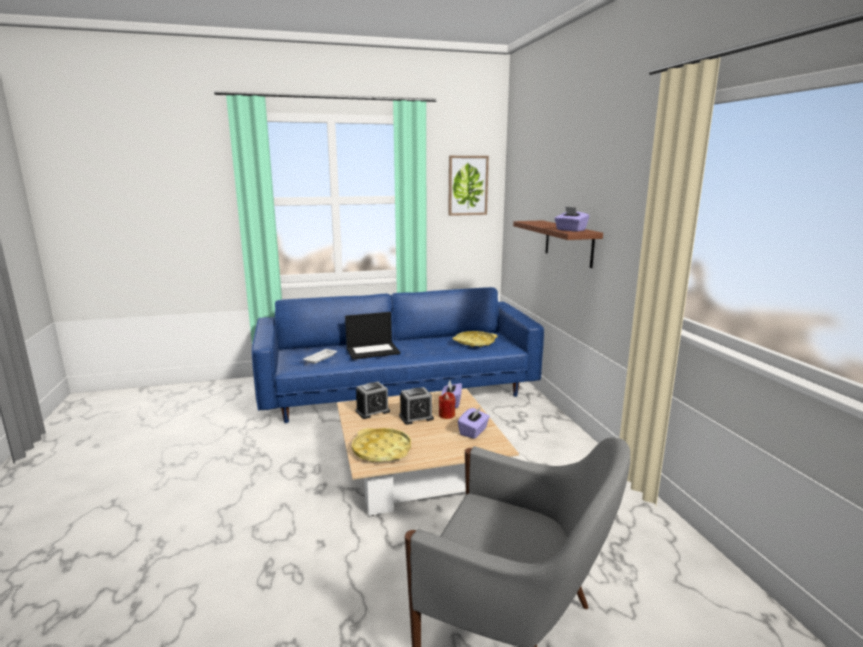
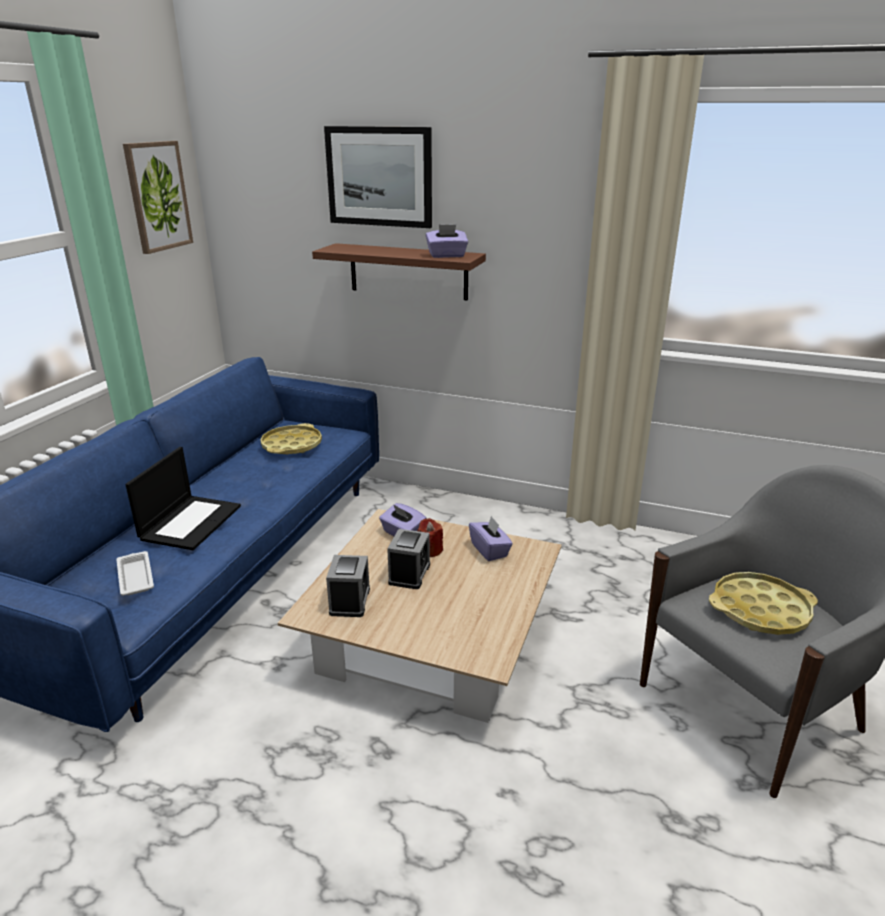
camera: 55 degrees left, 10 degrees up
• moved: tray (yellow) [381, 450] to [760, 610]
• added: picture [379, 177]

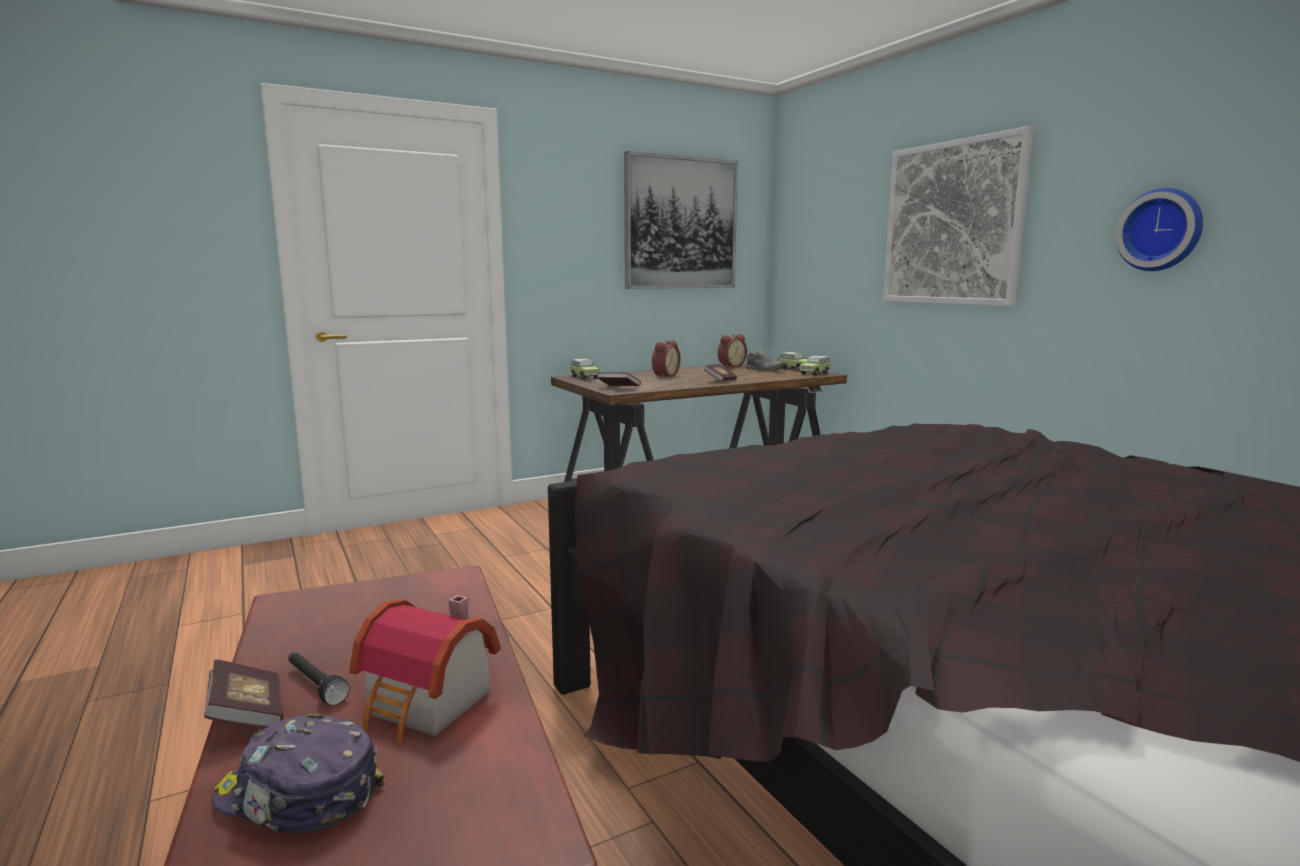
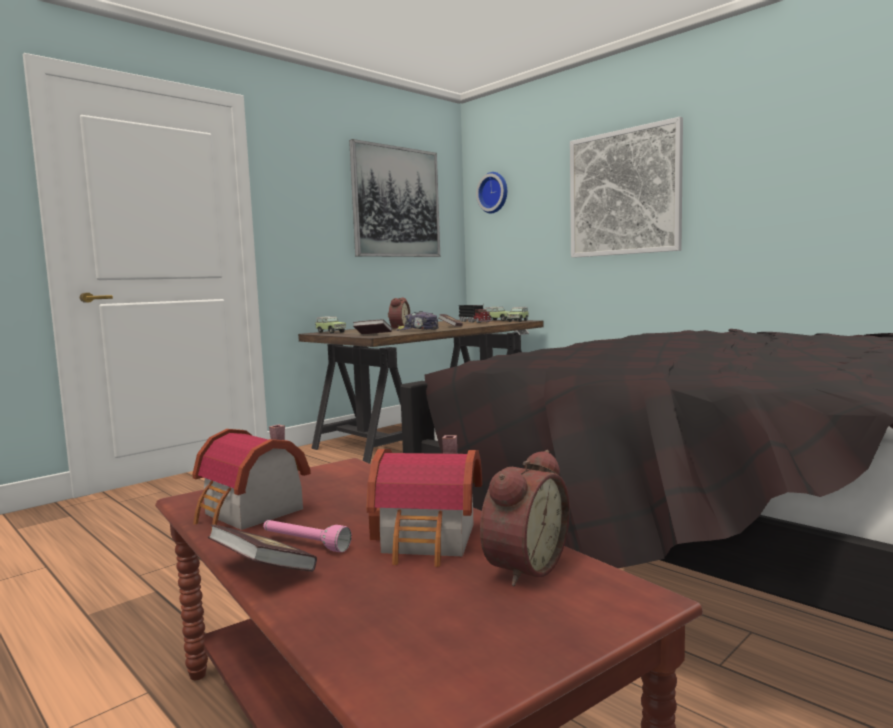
camera: 15 degrees left, 5 degrees down
• moved: hanging clock [1161, 230] to [494, 193]
• moved: bedside clock [730, 366] to [521, 567]
• replaced: low shoe (gray) [764, 370] to toy truck [475, 321]
• recoloured: torch (blackish) [315, 685] to torch (pinkish) [304, 544]
• moved: cap [298, 796] to [417, 330]
• added: toy house [250, 513]

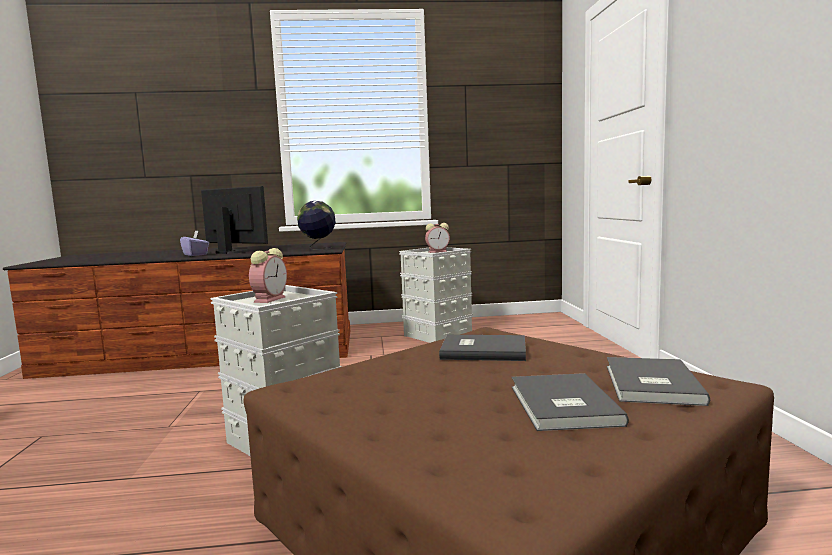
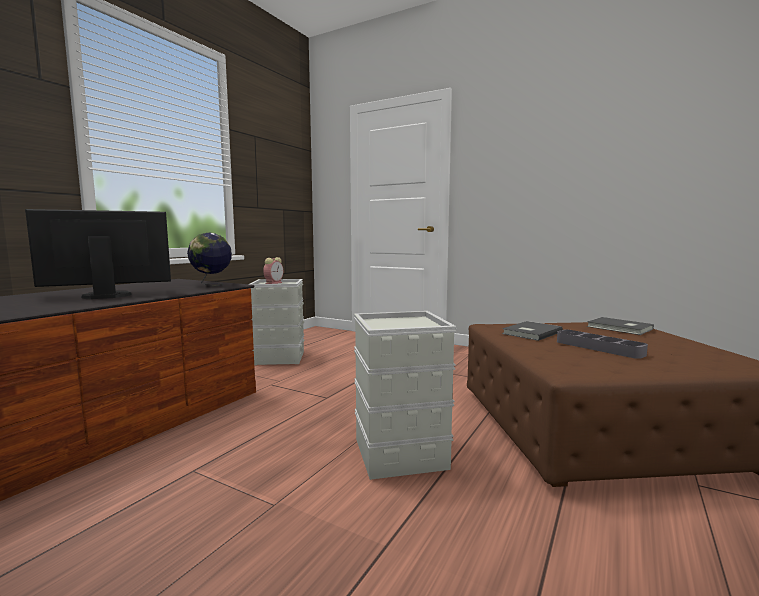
camera: 55 degrees left, 0 degrees up
• removed: tissue box (purple) [196, 254]
• removed: bedside clock [270, 299]
• removed: volume (gray) [561, 405]
• added: tray (gray) [598, 348]

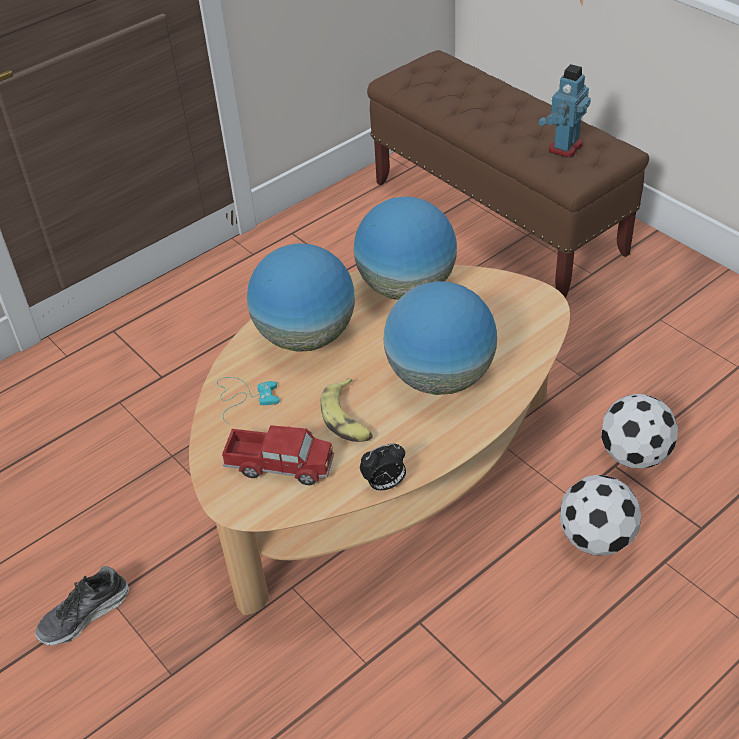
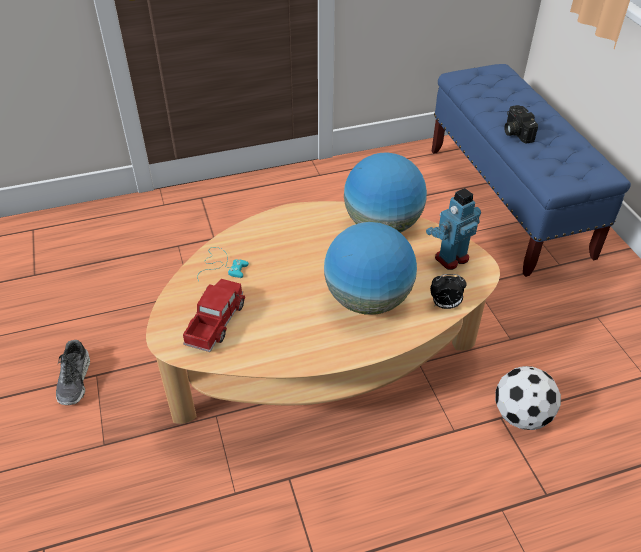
camera: 20 degrees right, 0 degrees up
• recoloured: bench (brown-coloured) [497, 218] to bench (blue-coloured) [507, 202]
• moved: toy robot [564, 147] to [451, 258]
• removed: world globe [305, 337]
• removed: banana fruit [348, 419]
• turned: toy truck [280, 464] = [216, 322] 105 degrees counterclockwise
• moved: bedside clock [384, 484] to [444, 305]
• removed: football ball [595, 539]
• turned: low shoe [85, 615] = [75, 380] 75 degrees counterclockwise
• added: photo camera [515, 132]

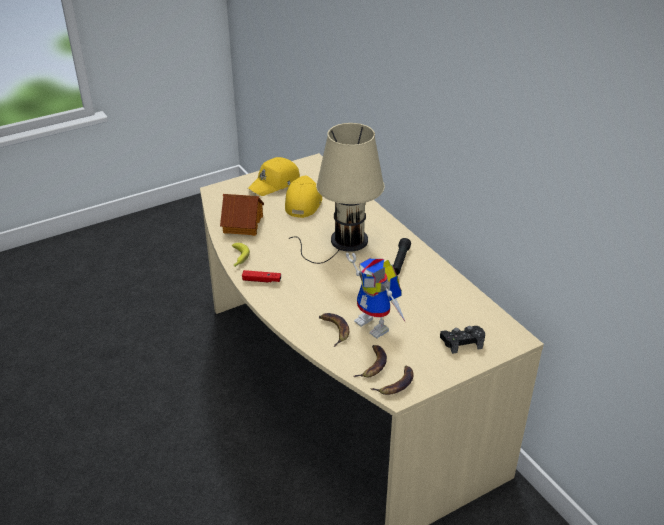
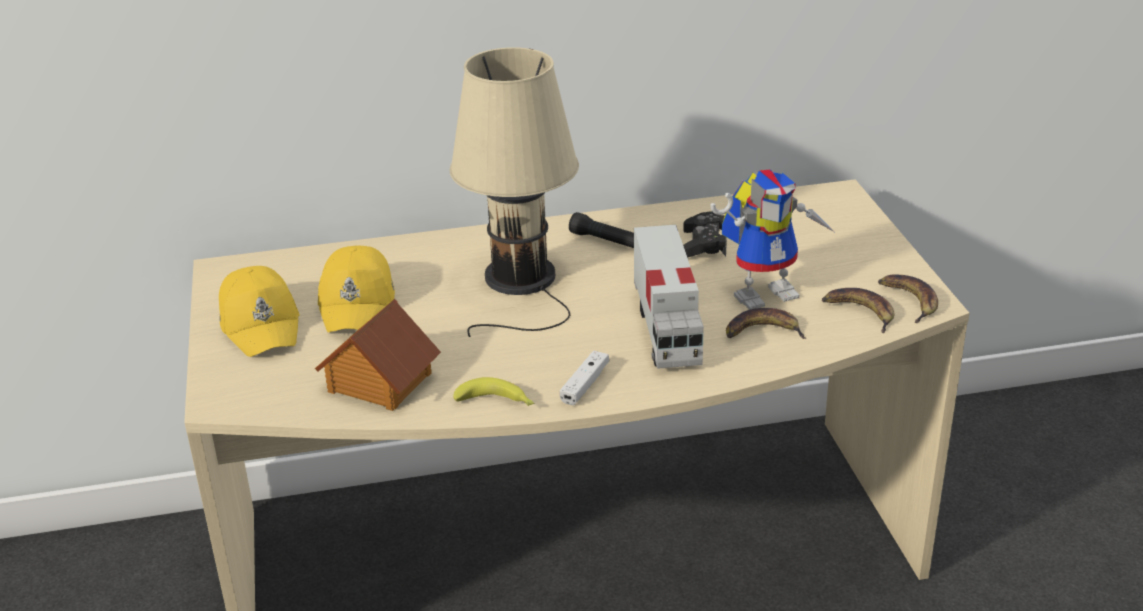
camera: 70 degrees left, 5 degrees down
• turned: cap (yellow) [303, 202] = [358, 303] 120 degrees counterclockwise
• recoloured: gamepad (red) [261, 280] to gamepad (white-coloured) [585, 385]
• moved: gamepad (blackish) [462, 342] to [704, 244]
• added: toy truck [666, 328]

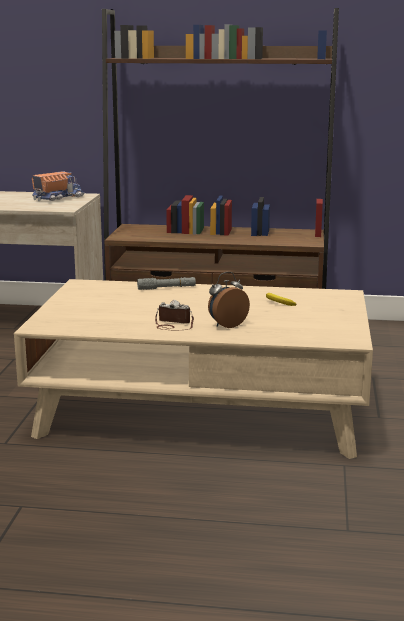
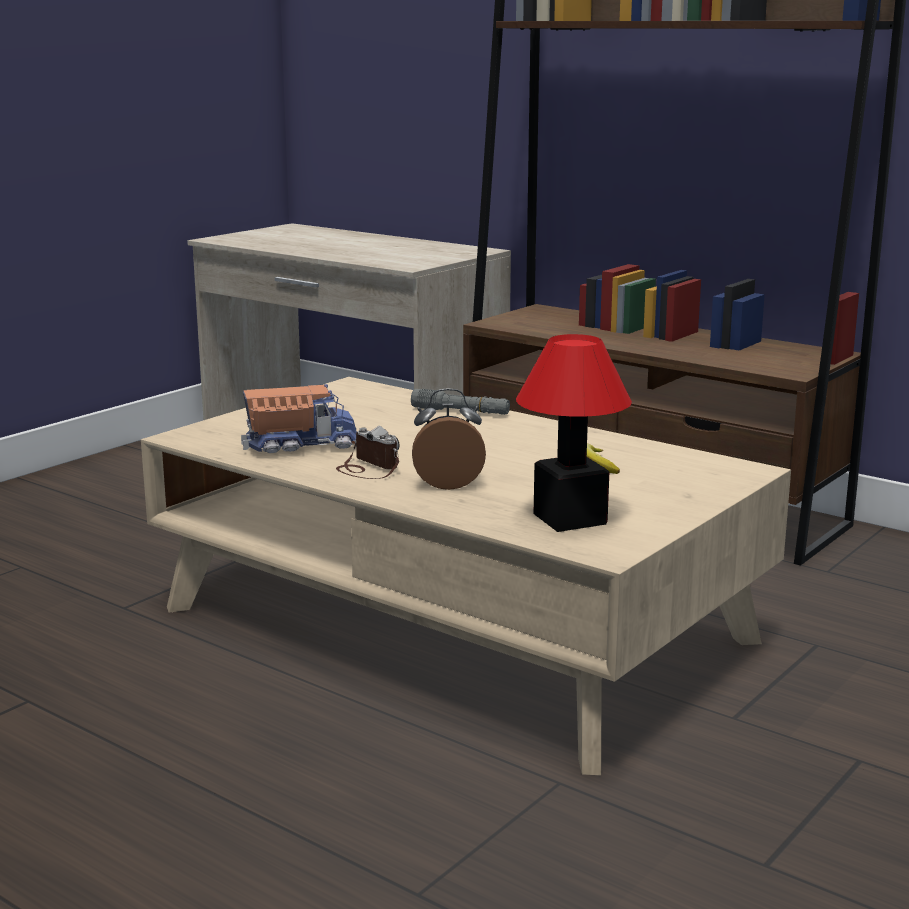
camera: 30 degrees right, 0 degrees up
• moved: toy truck [57, 198] to [301, 445]
• added: lamp for a table [571, 518]

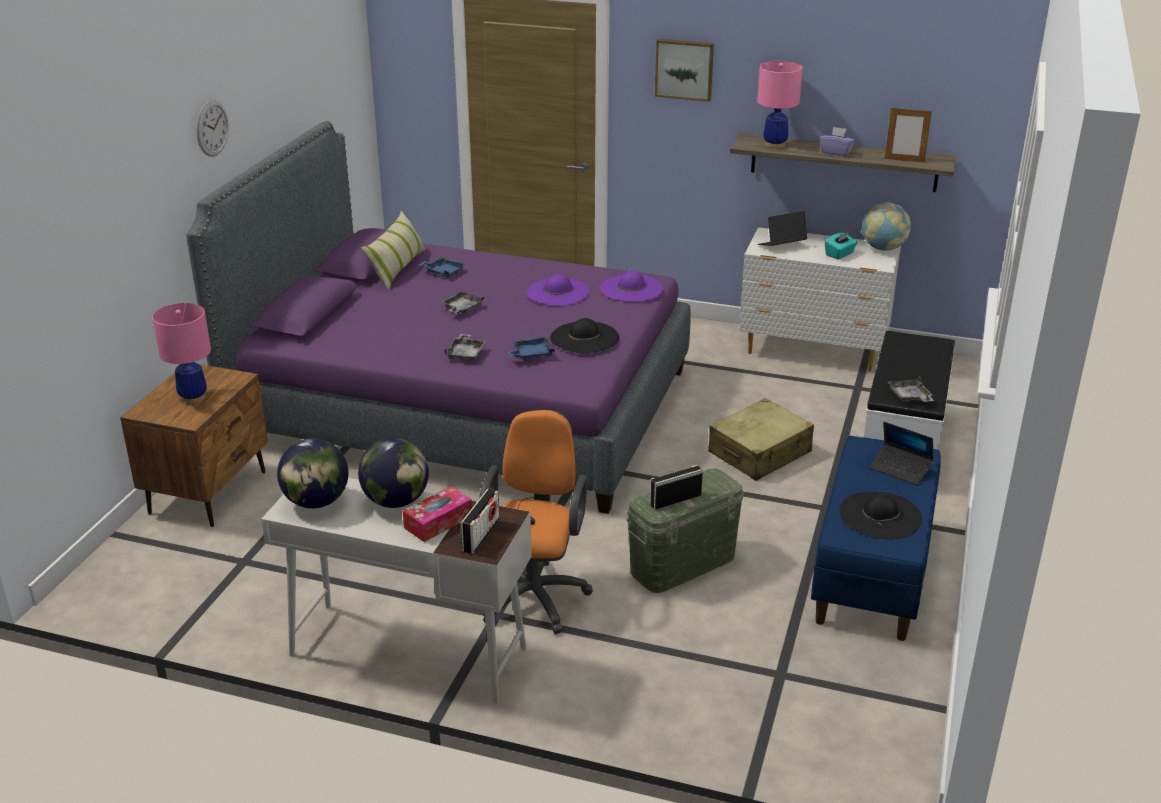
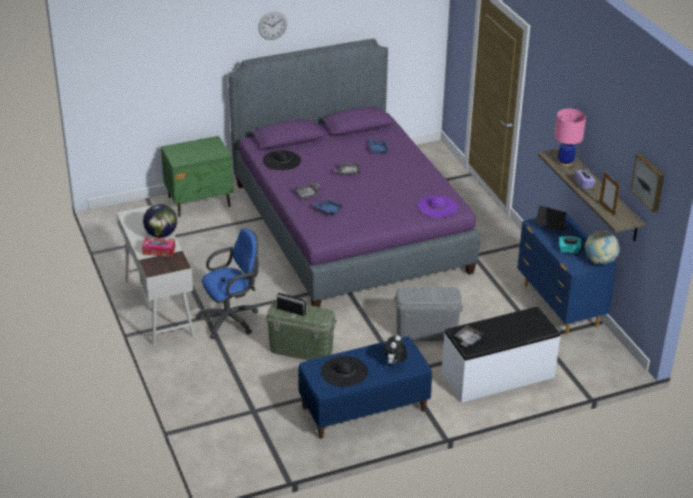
camera: 50 degrees right, 5 degrees up
• moved: picture [684, 69] to [649, 182]
• removed: pillow [397, 268]
• recoloured: drawer chest (white-coloured) [813, 352] to drawer chest (blue-coloured) [560, 307]
• removed: clothing hat (purple) [558, 292]
• removed: lamp for a table (pinkish) [193, 397]
• moved: clothing hat (blackish) [584, 337] to [281, 160]
• recoloured: bedside table (brown-coloured) [209, 492] to bedside table (greenish) [199, 202]
• replaced: piece of luggage (beige-coloured) [760, 453] to storage bin (gray) [426, 332]
• recoloured: office chair (orange) [535, 593] to office chair (blue-coloured) [232, 320]
• replaced: notebook computer [900, 469] to soft toy [394, 363]
• removed: world globe [316, 502]
• removed: radio set [481, 535]

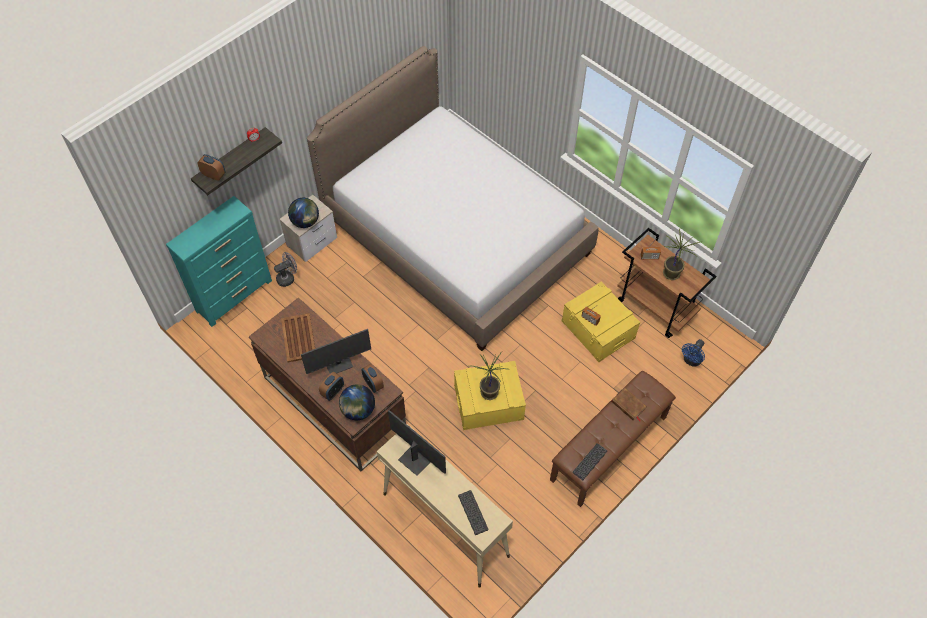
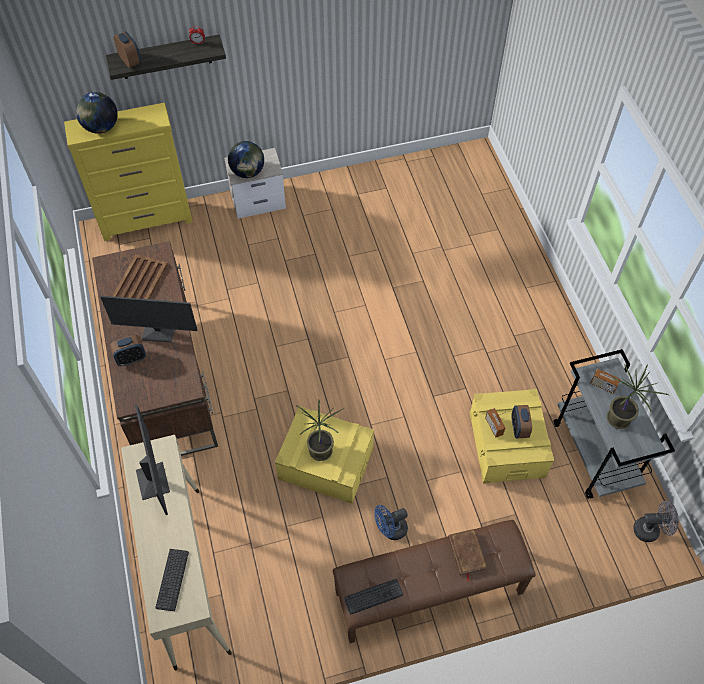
camera: 30 degrees right, 0 degrees up
• removed: bedroom bed [456, 236]
• recoloured: drawer chest (blue-green) [235, 295] to drawer chest (yellow) [147, 220]
• recoloured: trolley (brown-coloured) [656, 307] to trolley (gray) [595, 454]
• moved: fan (gray) [288, 278] to [650, 530]
• moved: fan (blue-coloured) [691, 361] to [390, 530]
• moved: bedside clock [373, 384] to [519, 428]
• moved: world globe [358, 410] to [101, 127]

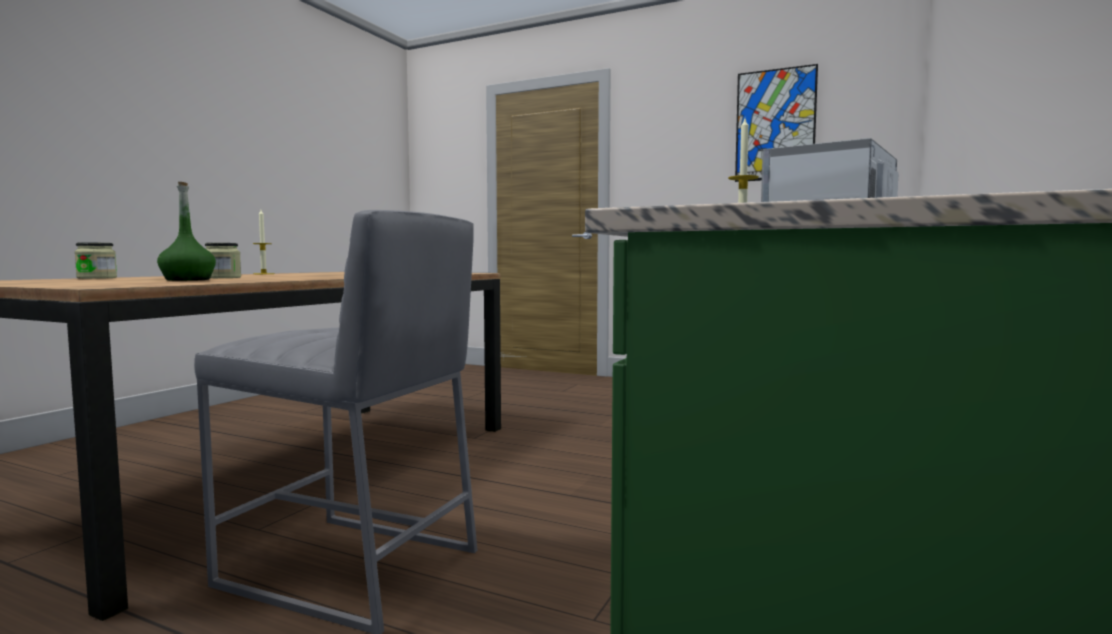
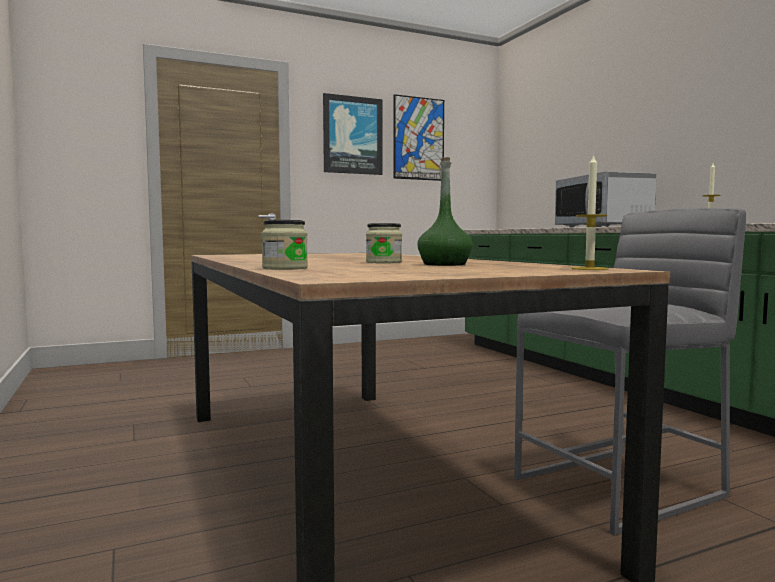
camera: 50 degrees left, 0 degrees up
• moved: candle [263, 274] to [589, 269]
• added: picture [352, 135]

